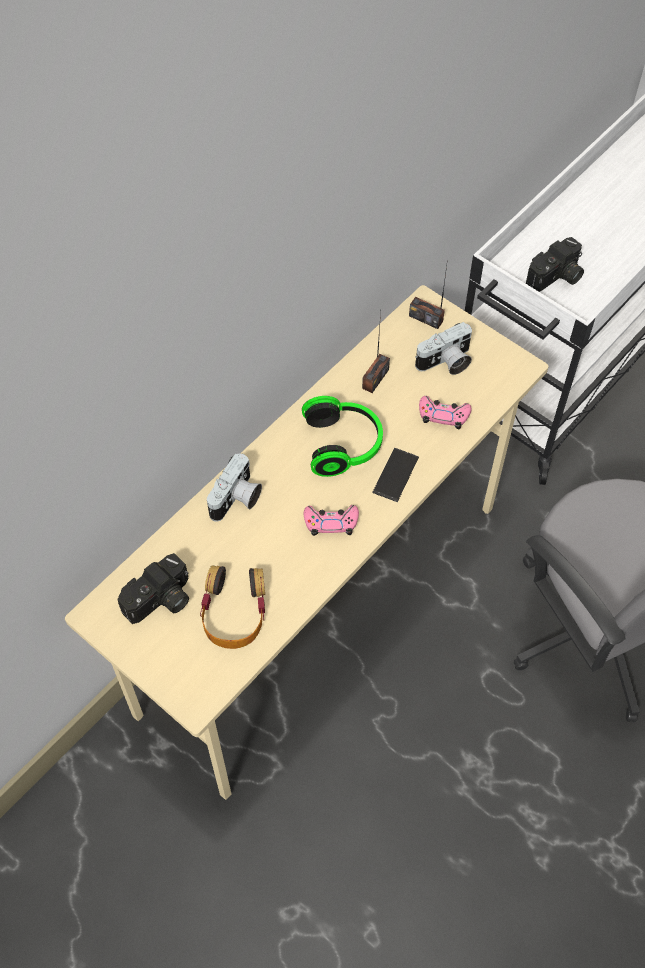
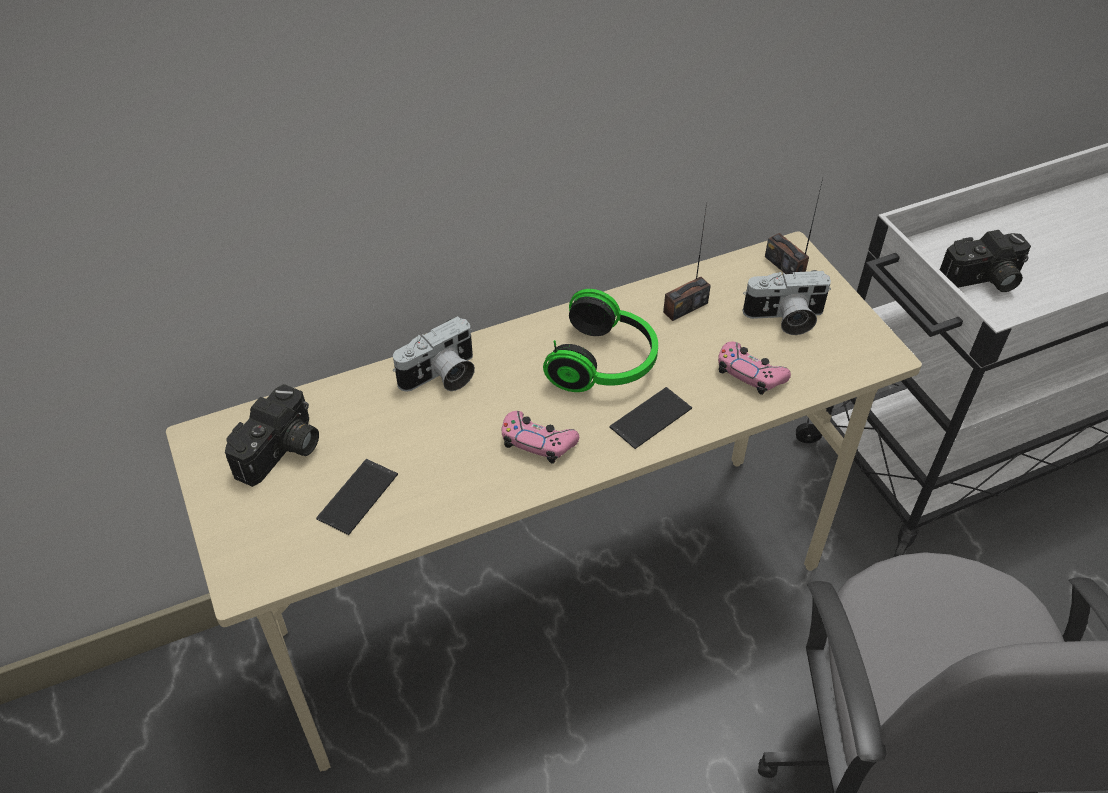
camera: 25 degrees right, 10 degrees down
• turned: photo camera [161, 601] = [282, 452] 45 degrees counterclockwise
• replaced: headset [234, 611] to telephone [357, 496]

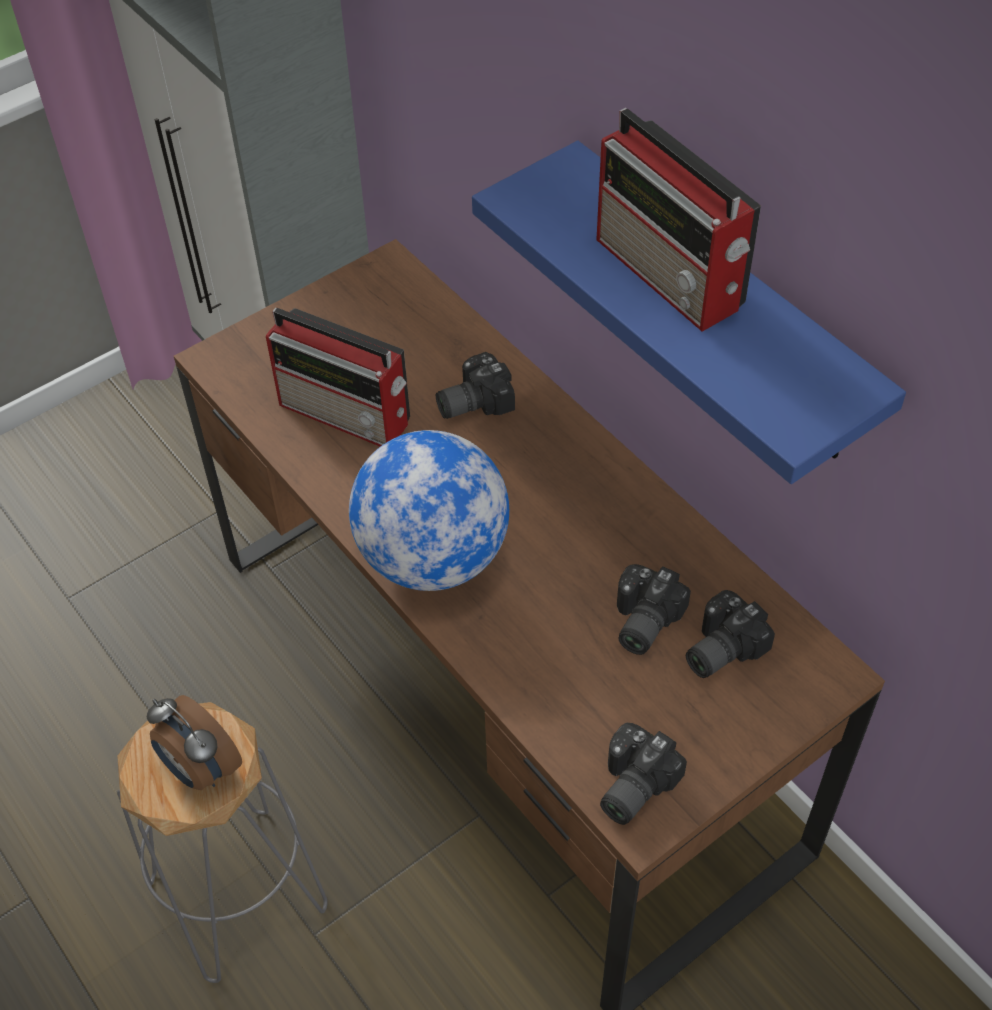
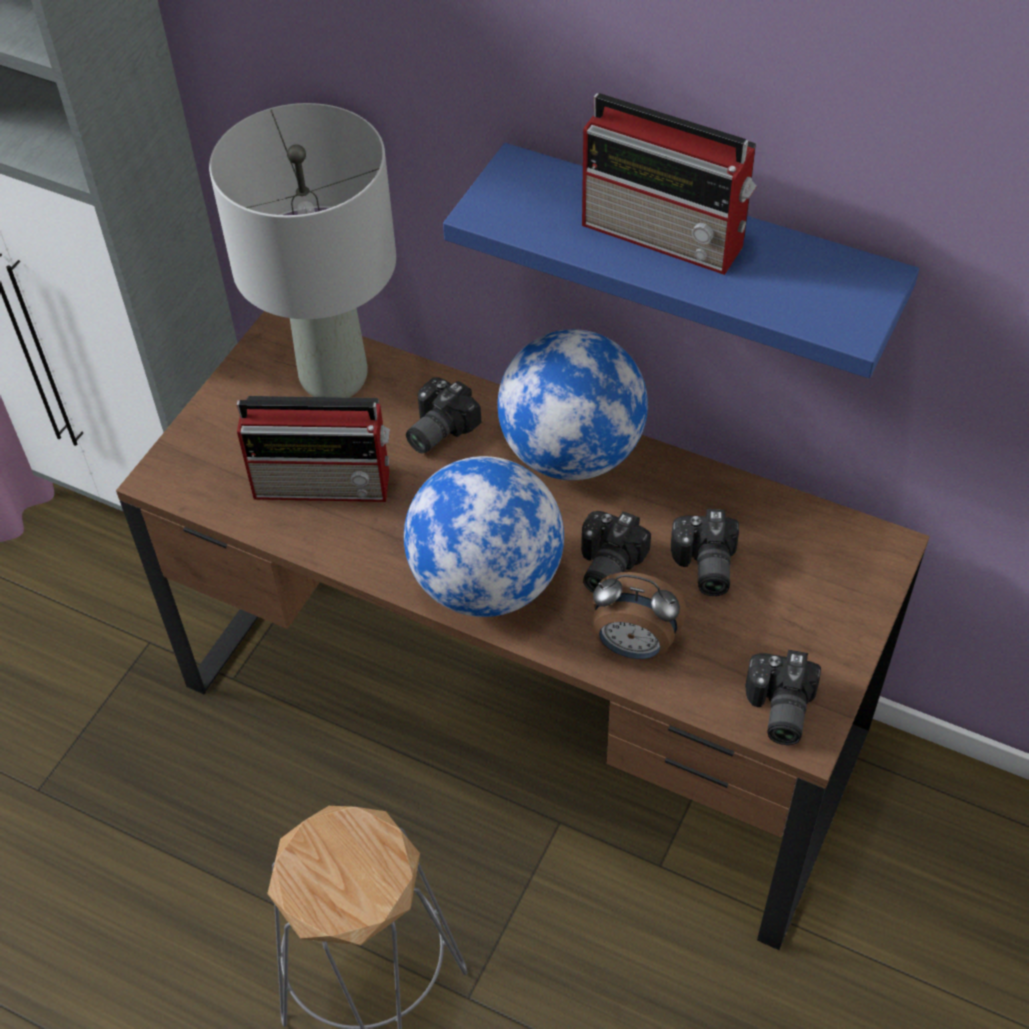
camera: 25 degrees left, 0 degrees up
• moved: photo camera [718, 647] to [604, 565]
• moved: bedside clock [200, 769] to [633, 646]
• added: lamp for a table (gray) [334, 377]
• added: world globe [572, 453]

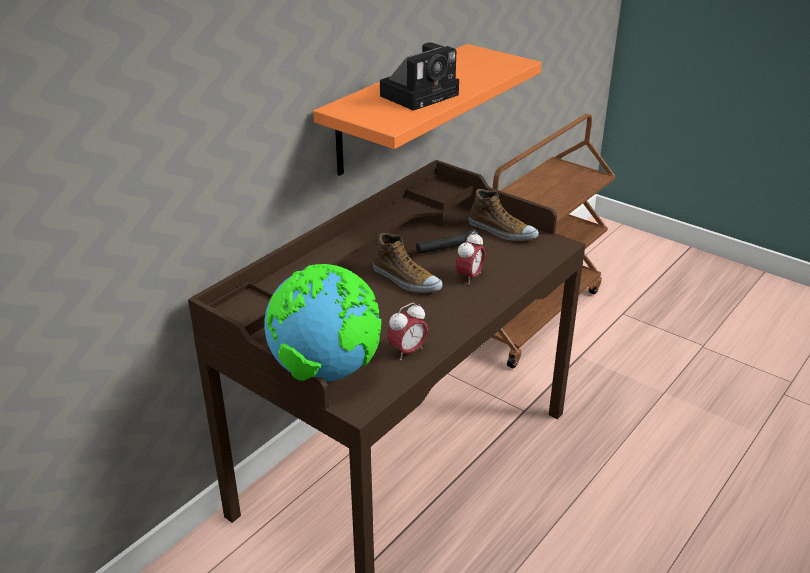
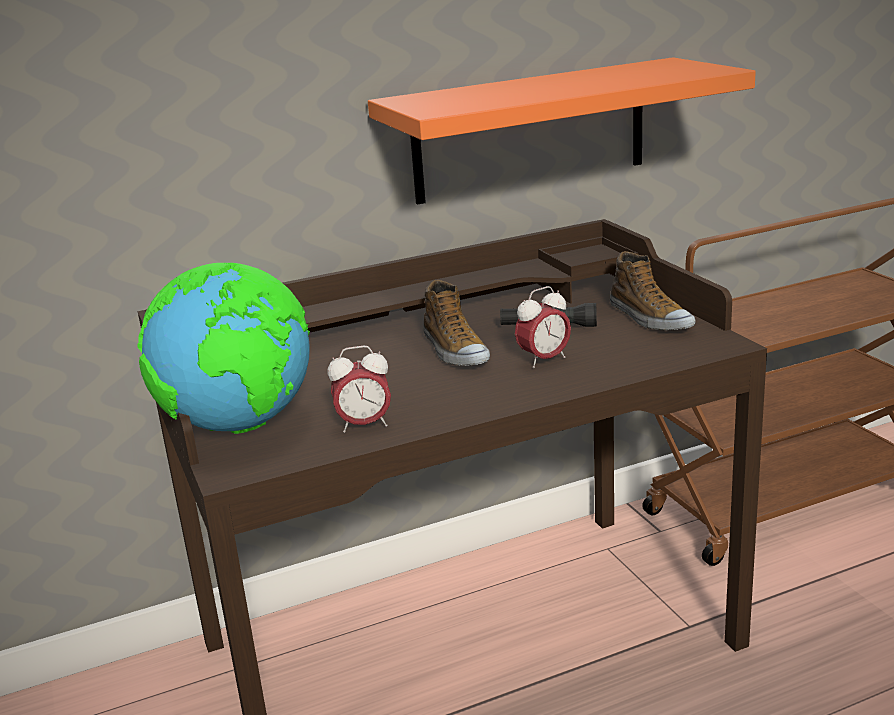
camera: 30 degrees right, 10 degrees down
• removed: photo camera [421, 94]

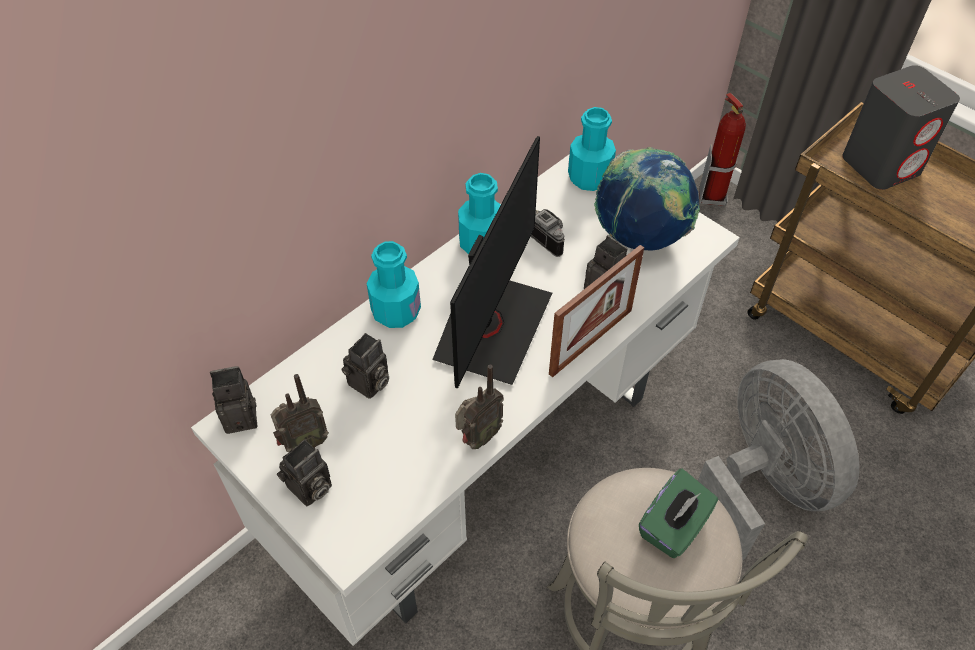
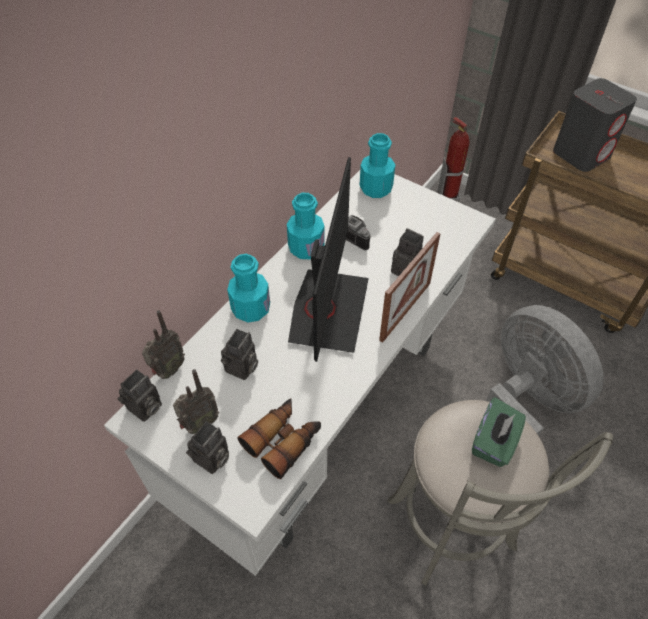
camera: 10 degrees left, 0 degrees up
• removed: world globe [640, 236]
• moved: radio set [478, 438] to [168, 370]
• turned: photo camera [242, 416] = [145, 409] 150 degrees clockwise
• added: pair of binoculars [283, 440]

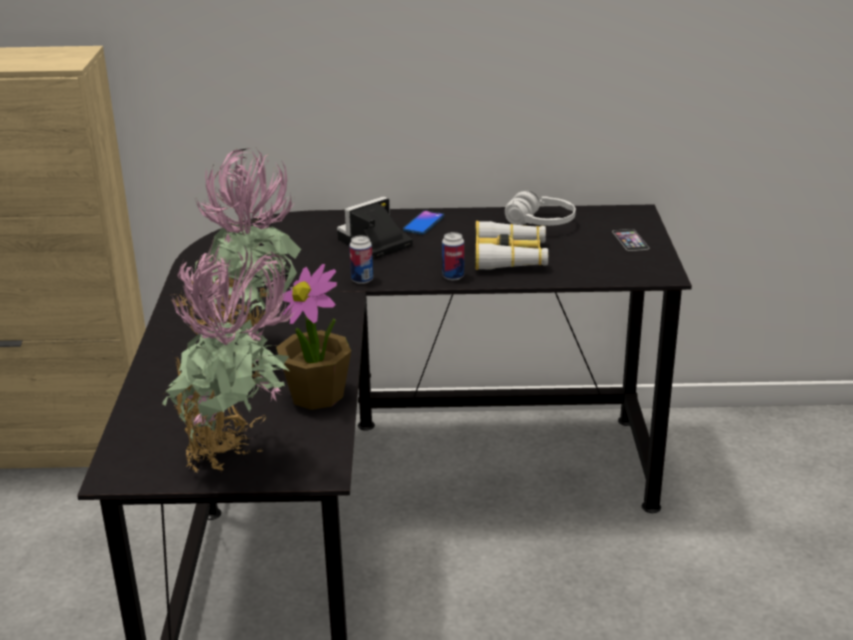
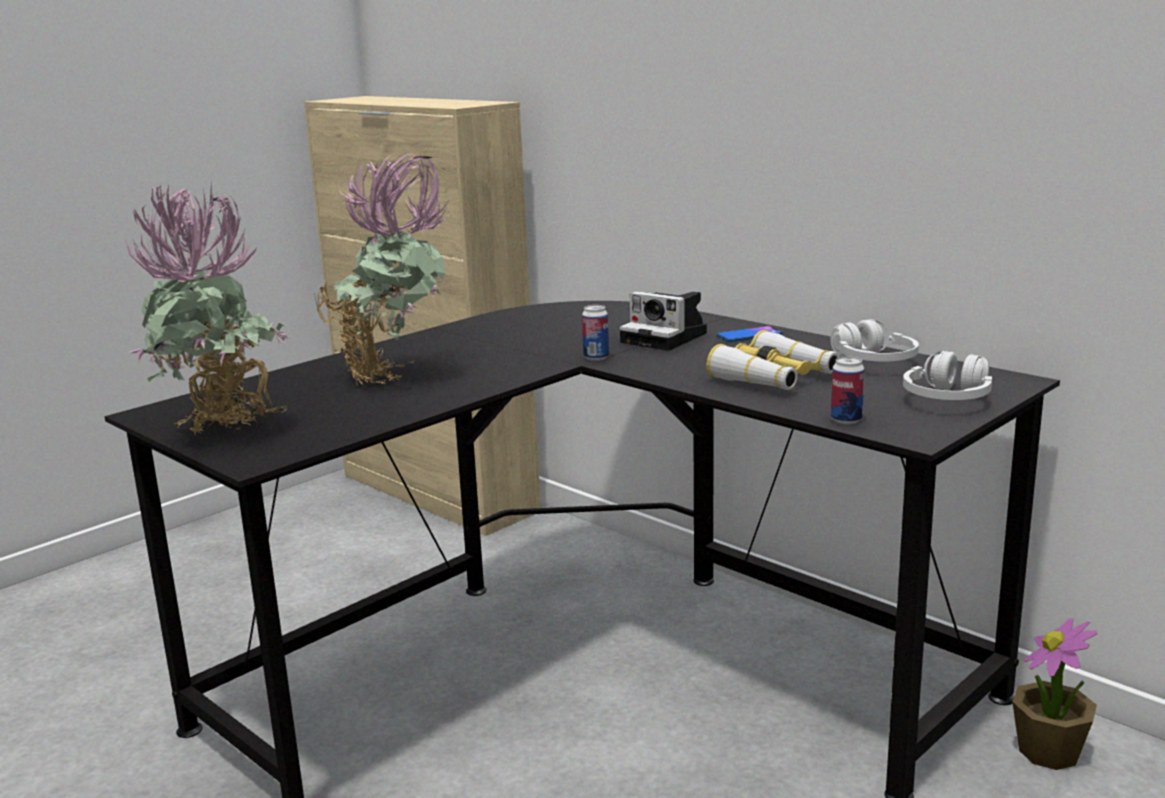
camera: 45 degrees right, 10 degrees down
• turned: photo camera [373, 244] = [667, 338] 150 degrees counterclockwise
• replaced: telephone [630, 240] to headset (white-coloured) [948, 399]
• moved: sealed can [453, 276] to [846, 420]
• moved: plant in a pot [317, 395] to [1049, 752]

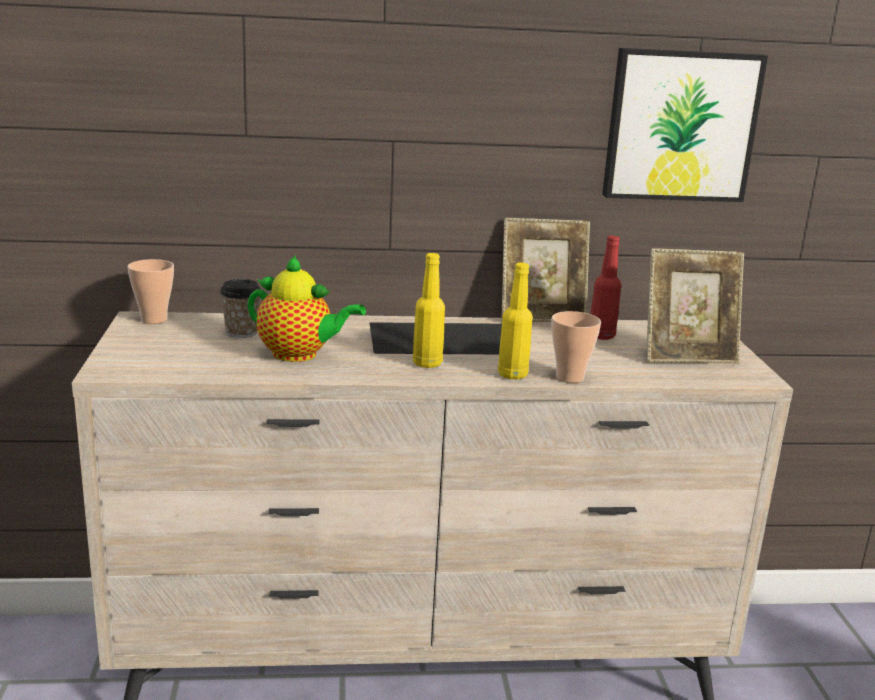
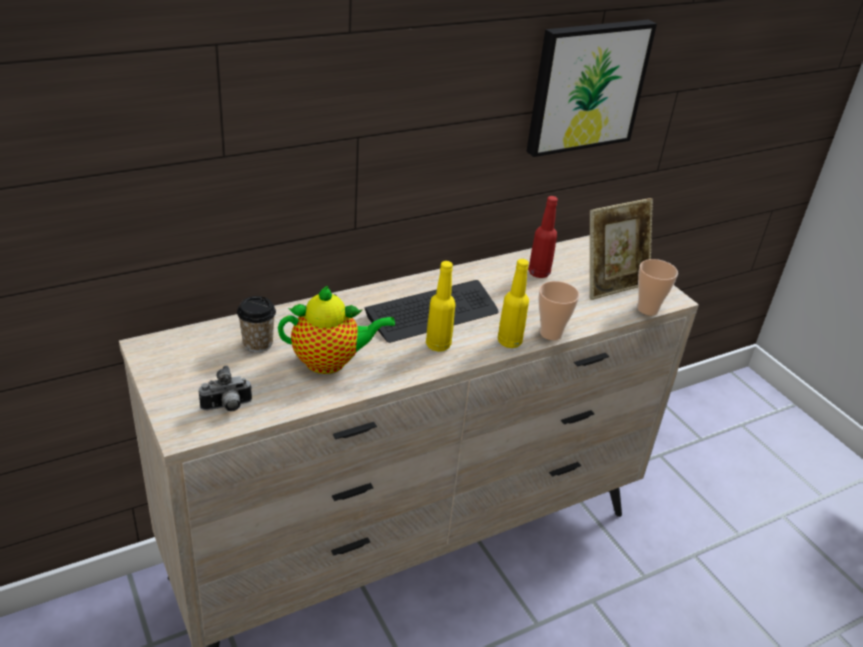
camera: 25 degrees left, 15 degrees up
• removed: standing frame [541, 317]
• moved: cup [154, 319] to [647, 309]
• added: photo camera [227, 407]

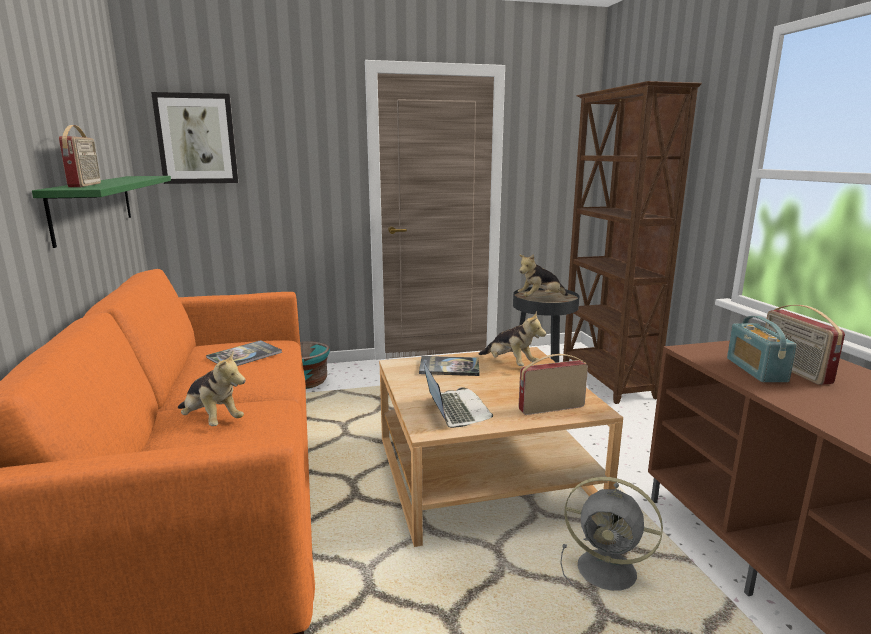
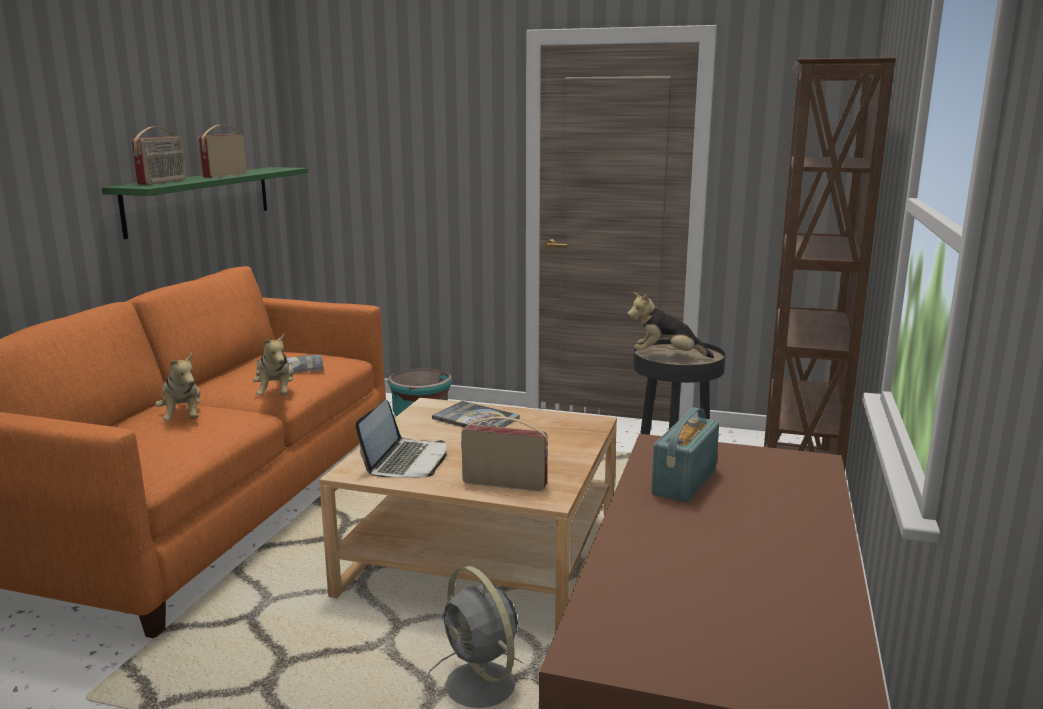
camera: 30 degrees right, 0 degrees up
• removed: picture [197, 139]
• moved: radio set [793, 370] to [224, 175]
• moved: soft toy [510, 364] to [277, 394]

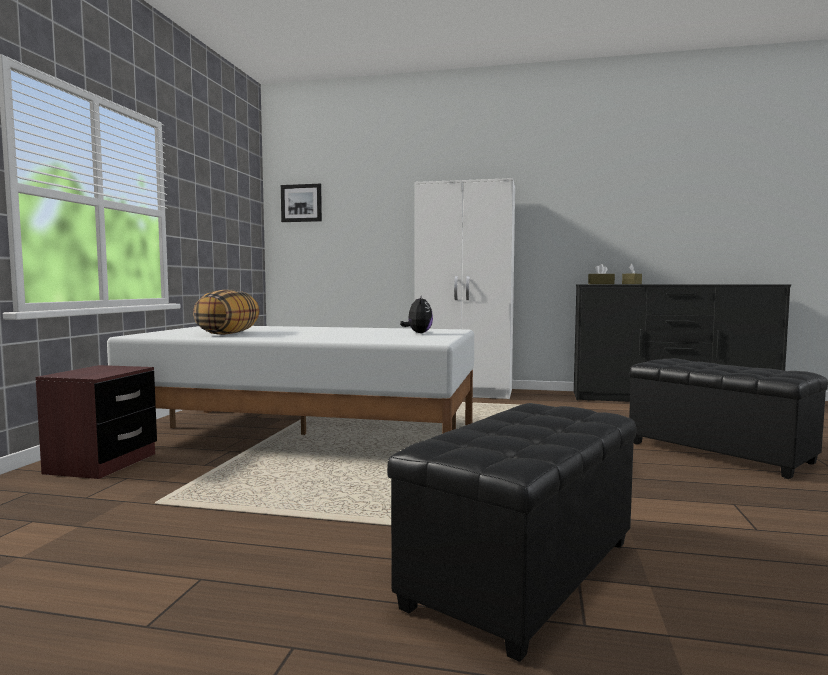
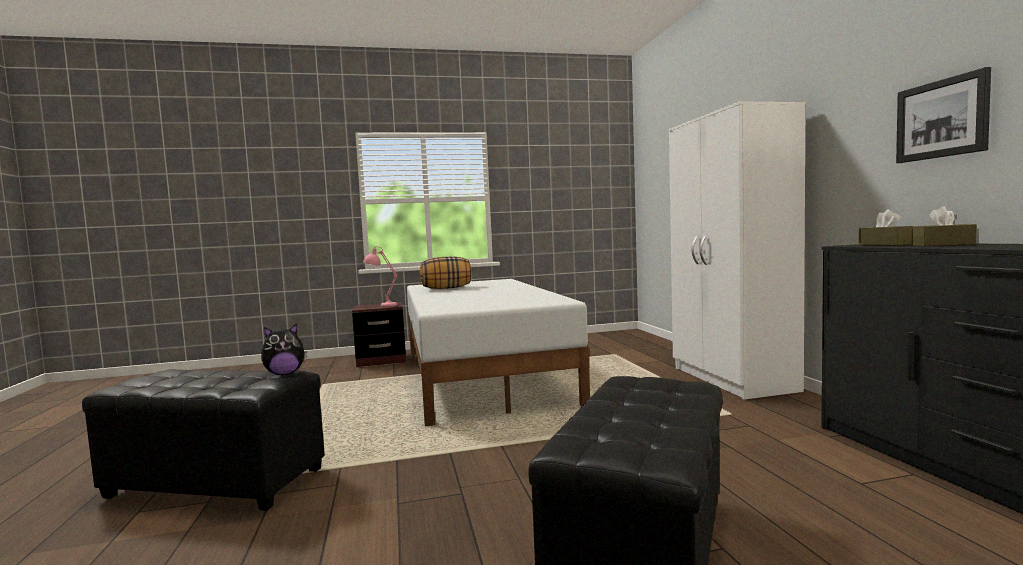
camera: 65 degrees right, 0 degrees up
• moved: picture [301, 203] to [942, 119]
• moved: soft toy [418, 333] to [285, 374]
• added: lamp for a table (pinkish) [382, 305]

